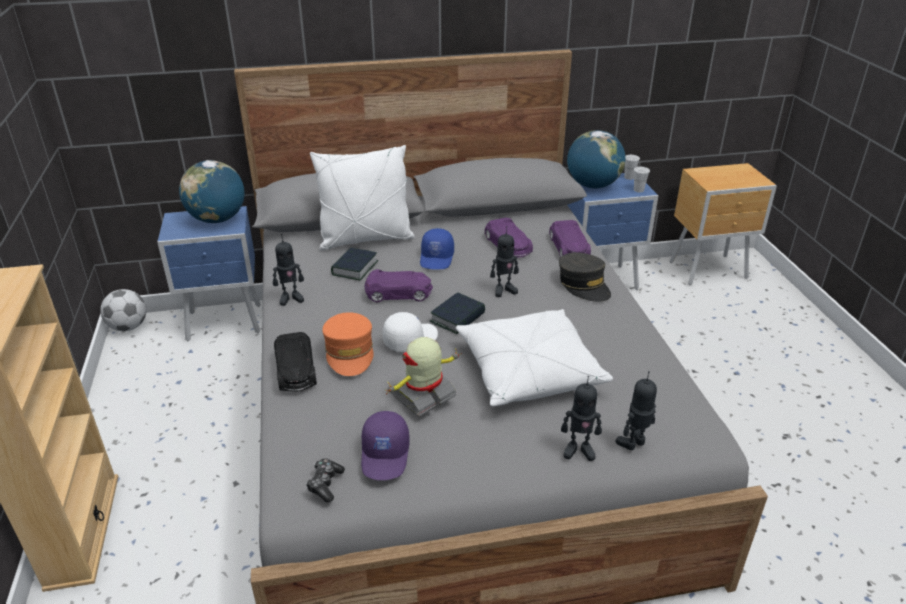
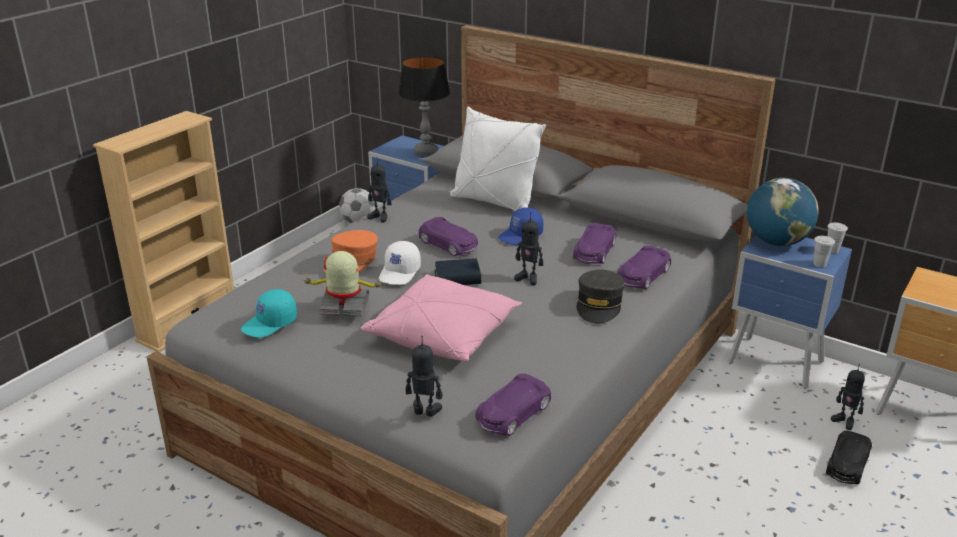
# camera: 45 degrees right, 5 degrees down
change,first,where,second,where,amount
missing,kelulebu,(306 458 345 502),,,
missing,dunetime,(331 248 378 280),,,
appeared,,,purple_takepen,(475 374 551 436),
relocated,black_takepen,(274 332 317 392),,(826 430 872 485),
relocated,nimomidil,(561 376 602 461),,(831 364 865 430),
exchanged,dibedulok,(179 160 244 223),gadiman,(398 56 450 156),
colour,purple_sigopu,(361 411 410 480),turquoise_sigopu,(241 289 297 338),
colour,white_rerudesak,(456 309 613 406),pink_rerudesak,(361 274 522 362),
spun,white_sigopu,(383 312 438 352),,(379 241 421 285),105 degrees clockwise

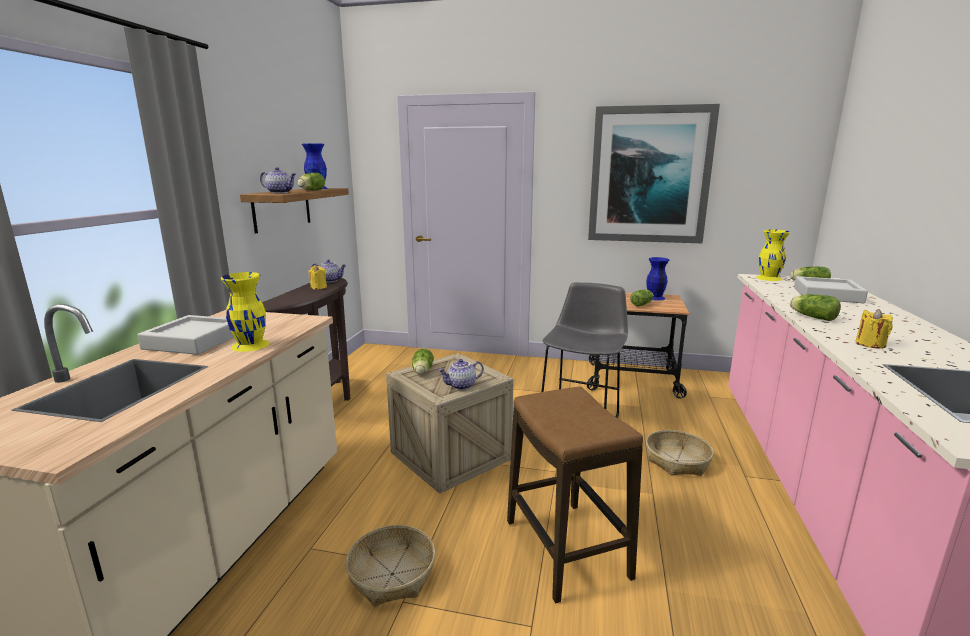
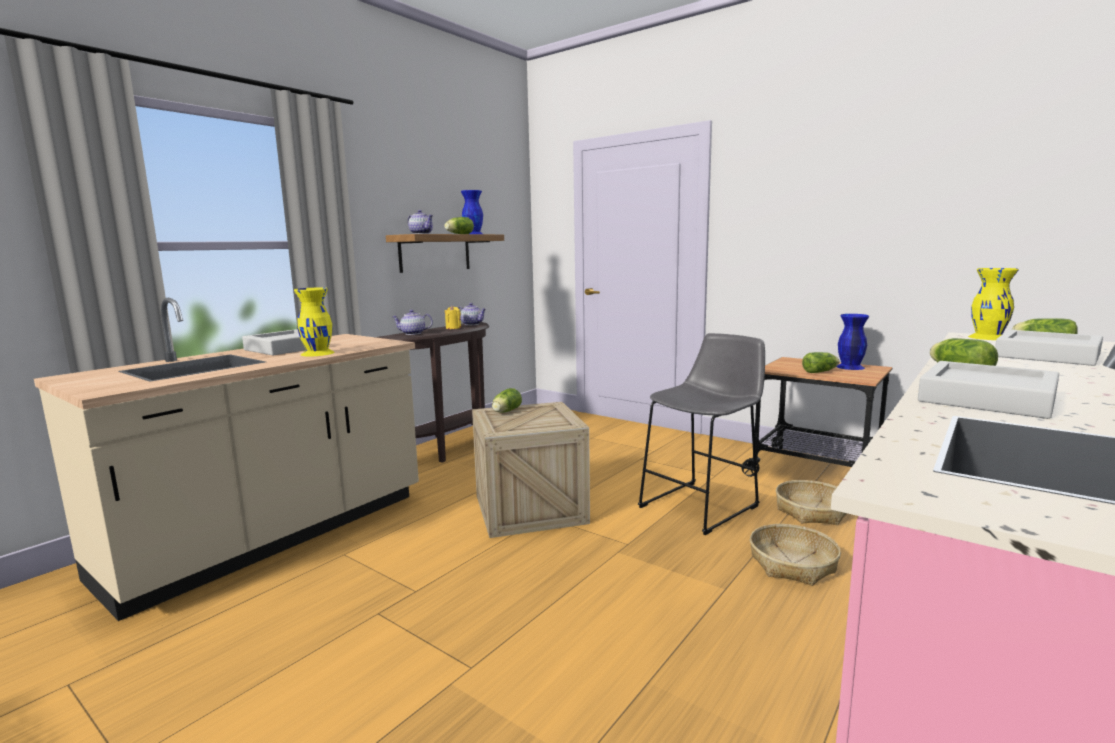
# camera: 25 degrees right, 5 degrees down
change,first,where,second,where,amount
missing,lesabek,(507 387 643 603),,,
missing,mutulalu,(588 104 720 243),,,
relocated,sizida,(346 525 435 606),,(776 480 847 525),
relocated,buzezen,(438 359 484 390),,(392 310 433 335),
exchanged,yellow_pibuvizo,(856 309 893 349),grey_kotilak,(918 361 1059 419),

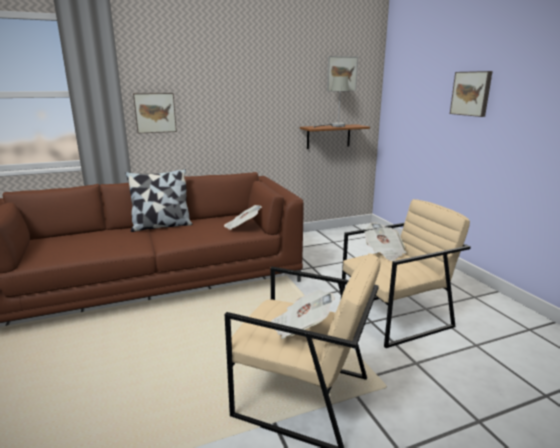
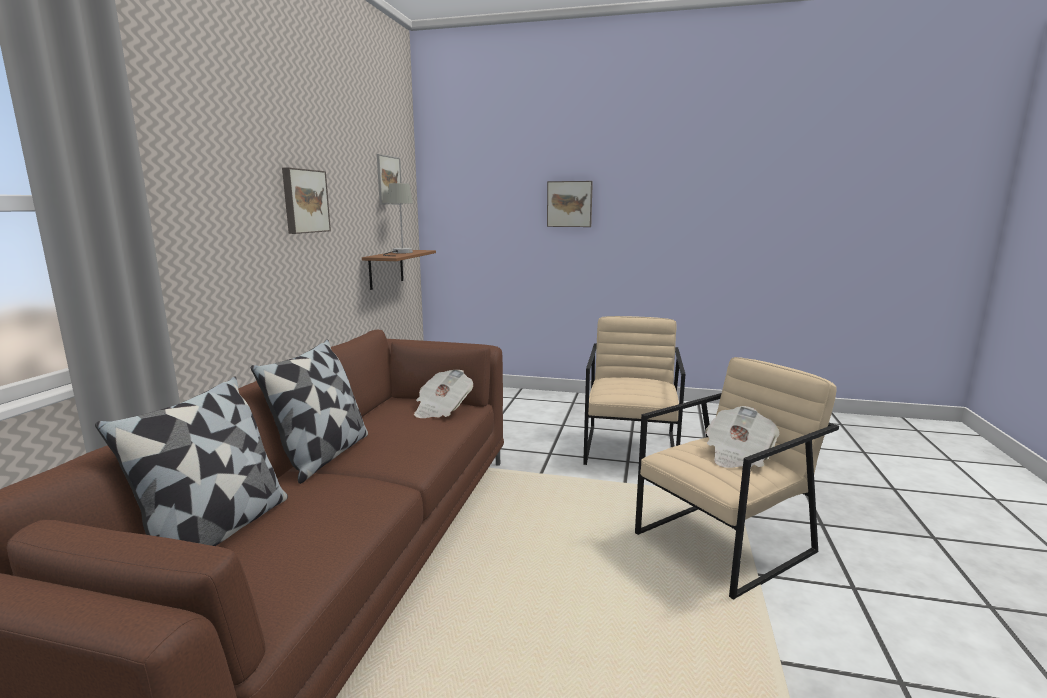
# camera: 55 degrees left, 5 degrees down
change,first,where,second,where,amount
missing,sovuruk,(364 222 407 261),,,
appeared,,,rerudesak,(95 376 288 546),
relocated,mutulalu,(133 93 177 134),,(282 168 331 234),

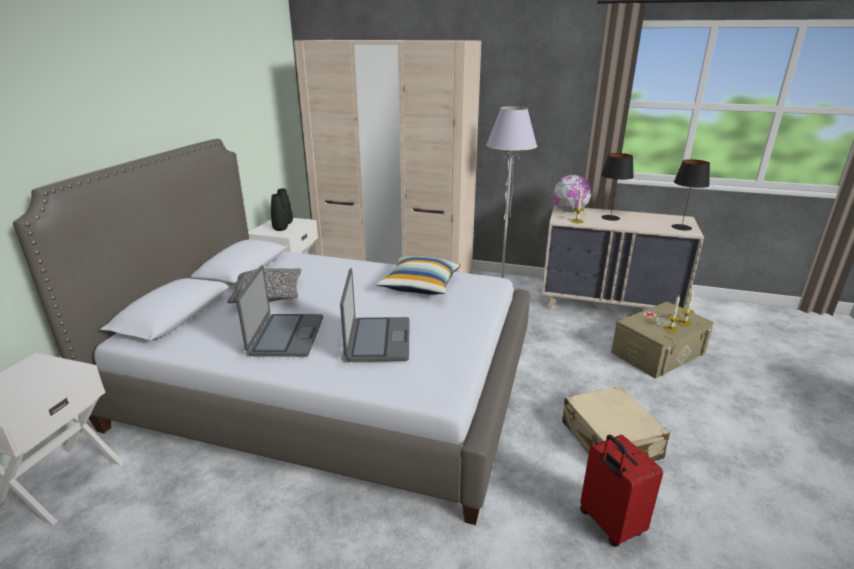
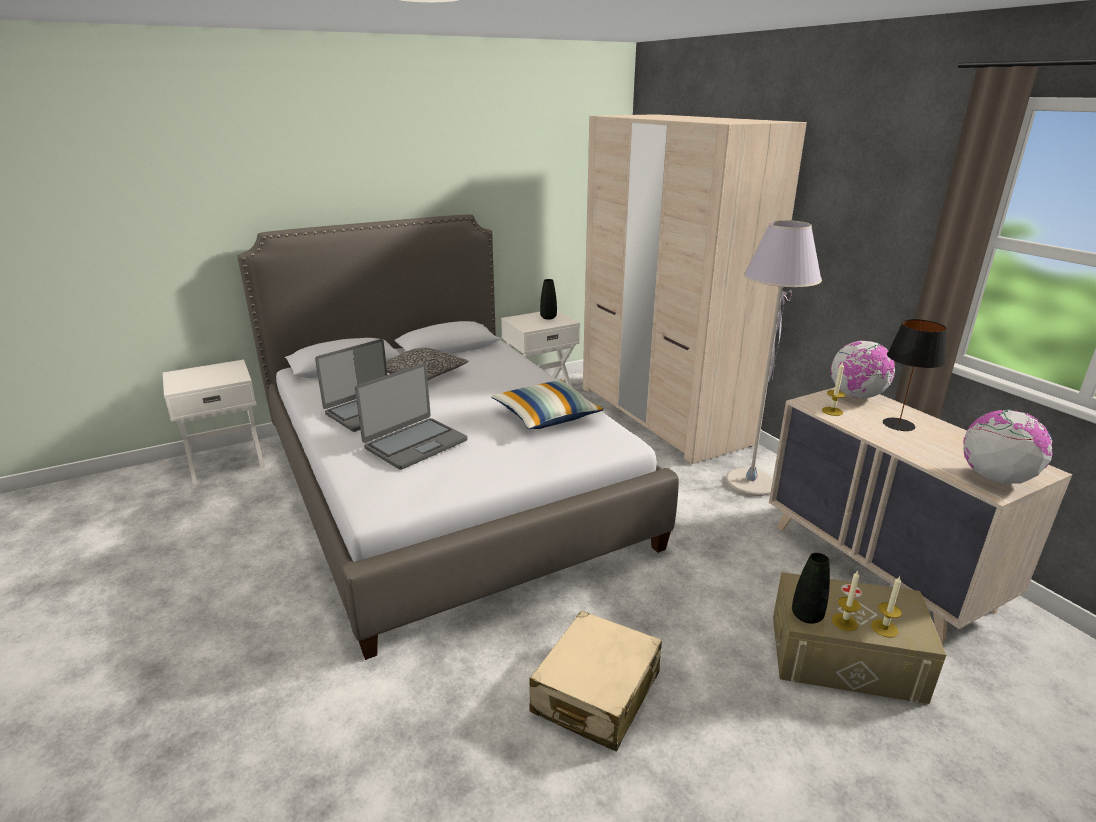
# camera: 45 degrees right, 0 degrees up
change,first,where,second,where,amount
missing,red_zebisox,(580 435 663 547),,,
relocated,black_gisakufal,(271 194 288 231),,(792 553 830 624),
exchanged,black_gadiman,(672 159 710 231),dibedulok,(963 409 1053 484),

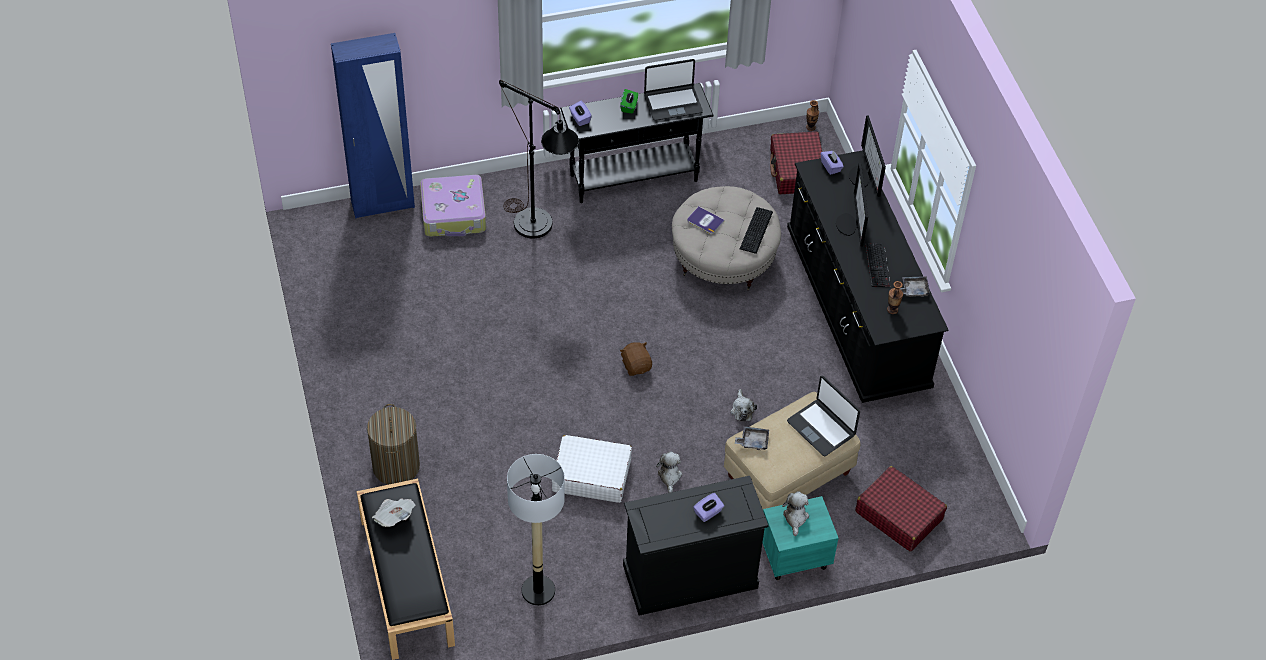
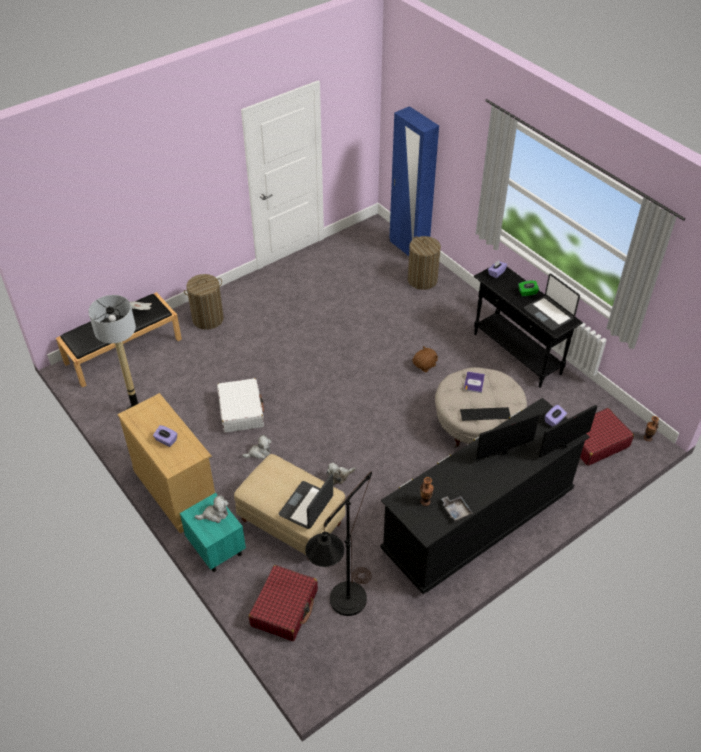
# camera: 70 degrees right, 5 degrees down
change,first,where,second,where,amount
missing,grey_kotilak,(735 426 769 450),,,
missing,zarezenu,(866 243 890 287),,,
relocated,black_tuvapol,(499 80 579 239),,(305 471 372 616),
relocated,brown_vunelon,(620 342 652 376),,(413 346 438 372),
exchanged,zebisox,(420 175 486 237),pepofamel,(408 236 441 290),
colour,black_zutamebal,(623 476 769 616),beige_zutamebal,(118 393 215 533),

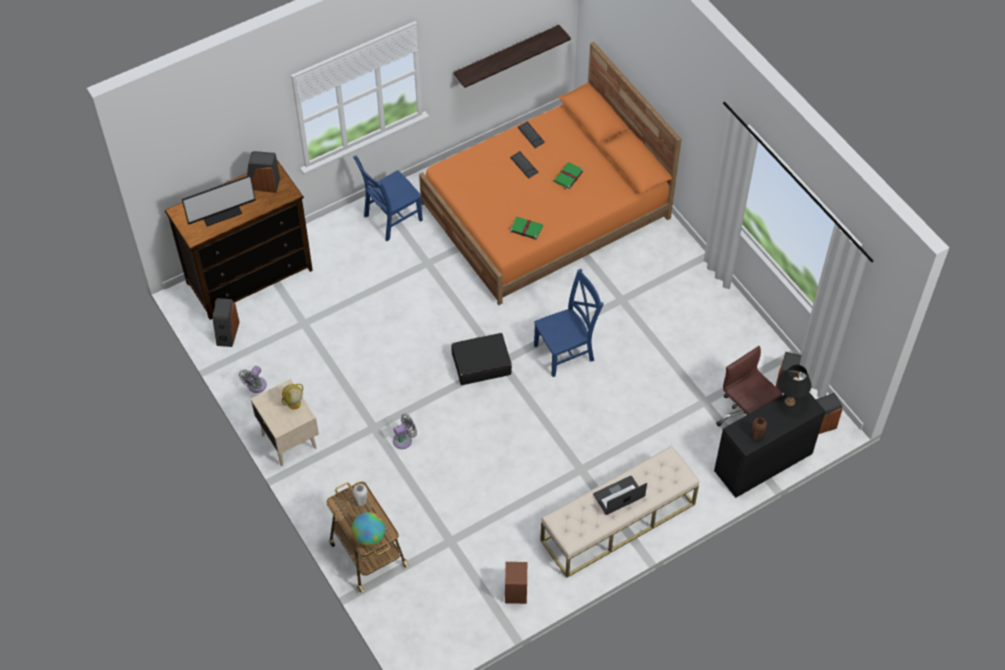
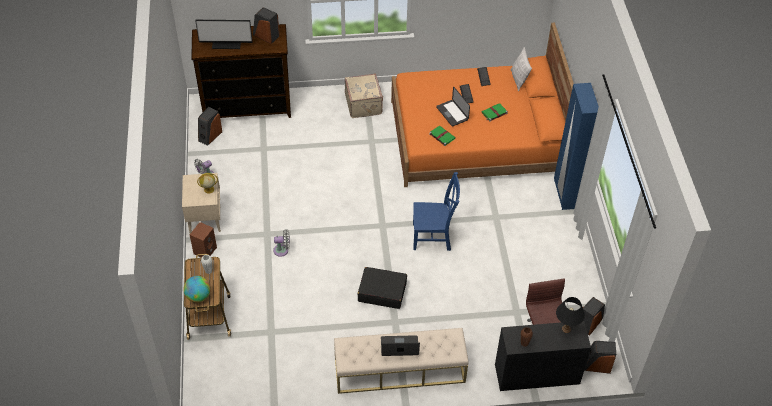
# camera: 25 degrees right, 5 degrees down
change,first,where,second,where,amount
missing,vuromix,(454 25 571 88),,,
appeared,,,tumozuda,(436 86 470 127),
appeared,,,rerudesak,(511 47 532 91),
appeared,,,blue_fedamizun,(554 83 599 210),
relocated,black_zebisox,(451 333 512 385),,(358 267 407 309),
relocated,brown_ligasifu,(505 562 527 604),,(190 222 217 258),
exchanged,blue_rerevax,(353 155 423 241),beige_zebisox,(345 74 383 118),

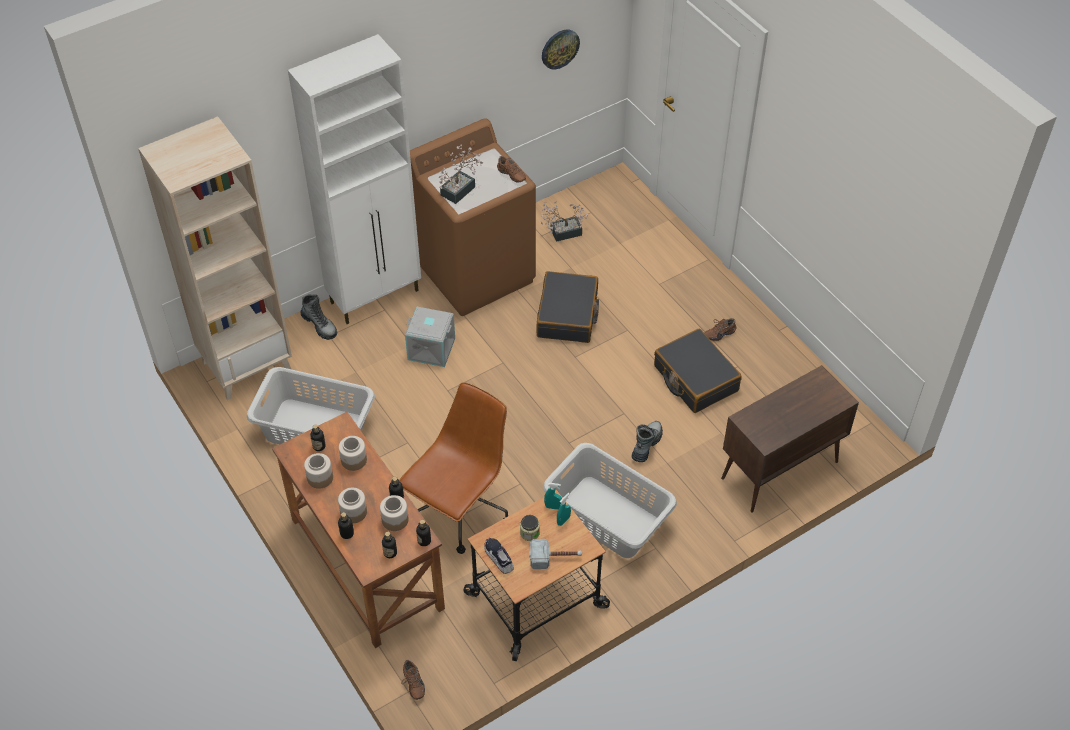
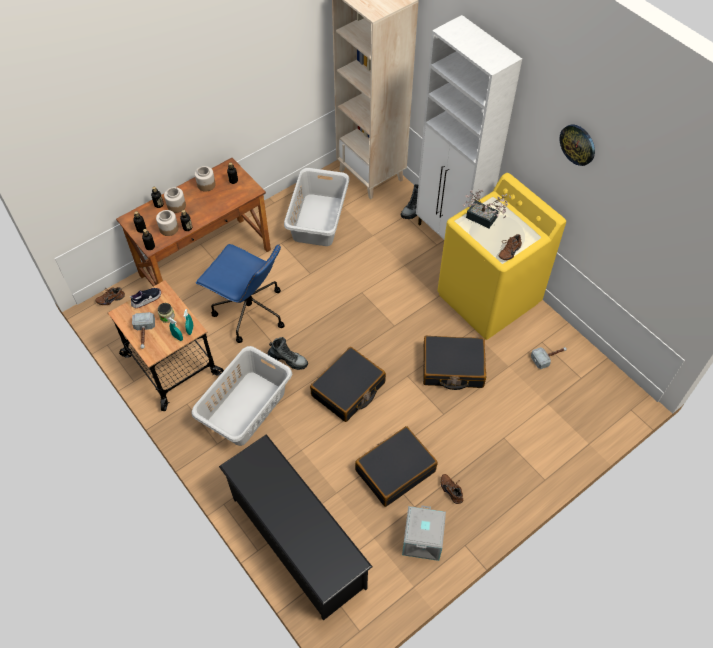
# camera: 85 degrees right, 5 degrees up
change,first,where,second,where,amount
missing,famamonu,(339 436 367 471),,,
appeared,,,black_zebisox,(310 347 386 422),
relocated,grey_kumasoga,(405 306 455 367),,(402 505 446 561),
relocated,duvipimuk,(542 30 580 69),,(560 125 595 166),
relocated,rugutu,(631 421 663 462),,(268 337 308 370),
exchanged,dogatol,(540 201 588 242),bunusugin,(531 347 567 369),
exchanged,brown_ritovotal,(721 365 859 513),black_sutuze,(219 434 372 621),
colour,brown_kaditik,(399 383 508 554),blue_kaditik,(196 244 285 343),
colour,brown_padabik,(410 118 536 316),yellow_padabik,(438 173 566 340),

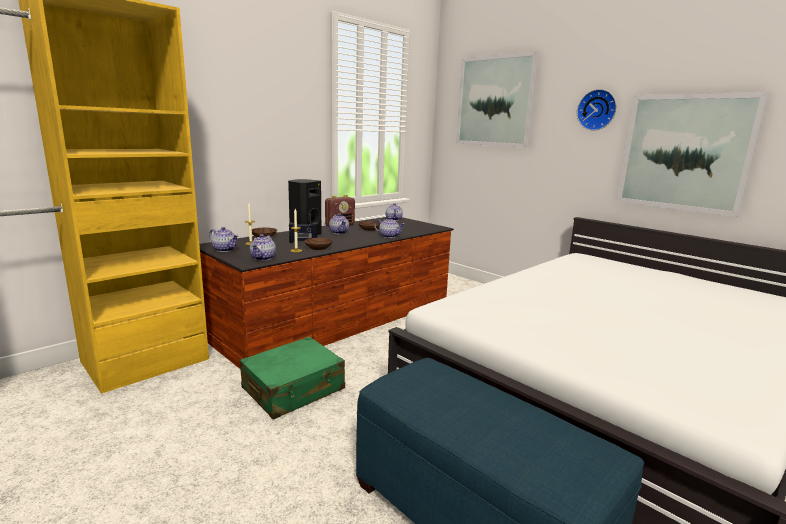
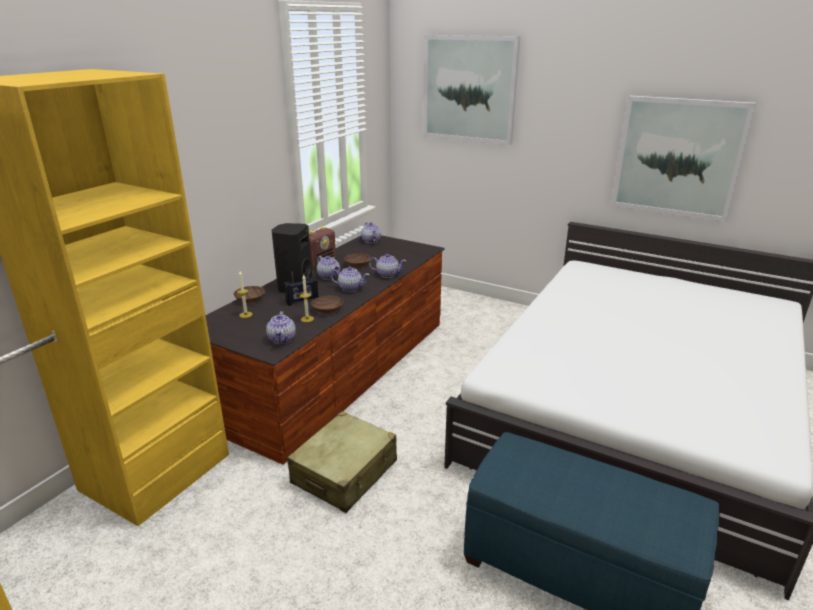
# camera: 15 degrees left, 10 degrees up
change,first,where,second,where,amount
missing,duvipimuk,(577 89 617 131),,,
relocated,buzezen,(209 227 239 252),,(331 267 369 292),
colour,green_zebisox,(240 336 345 420),beige_zebisox,(287 411 397 513),

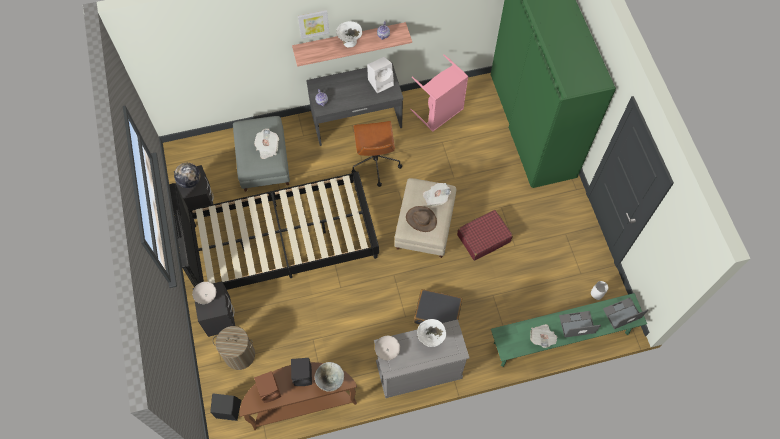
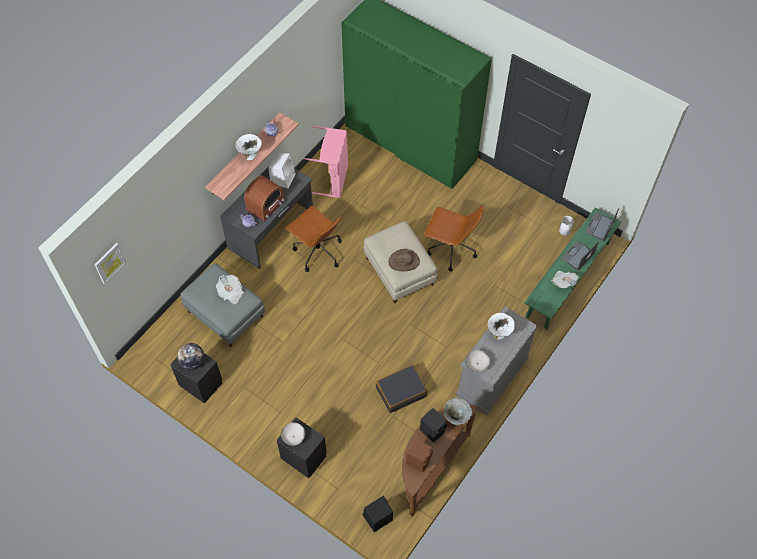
# camera: 40 degrees left, 5 degrees down
change,first,where,second,where,amount
missing,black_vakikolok,(169 172 379 290),,,
missing,pepofamel,(212 326 255 370),,,
missing,sovuruk,(423 183 451 206),,,
appeared,,,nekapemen,(244 175 285 222),
relocated,mutulalu,(298 10 330 39),,(94 243 126 284),
relocated,black_zebisox,(414 289 462 324),,(376 365 428 413),
exchanged,red_zebisox,(457 210 513 261),brown_kaditik,(424 206 484 271),

